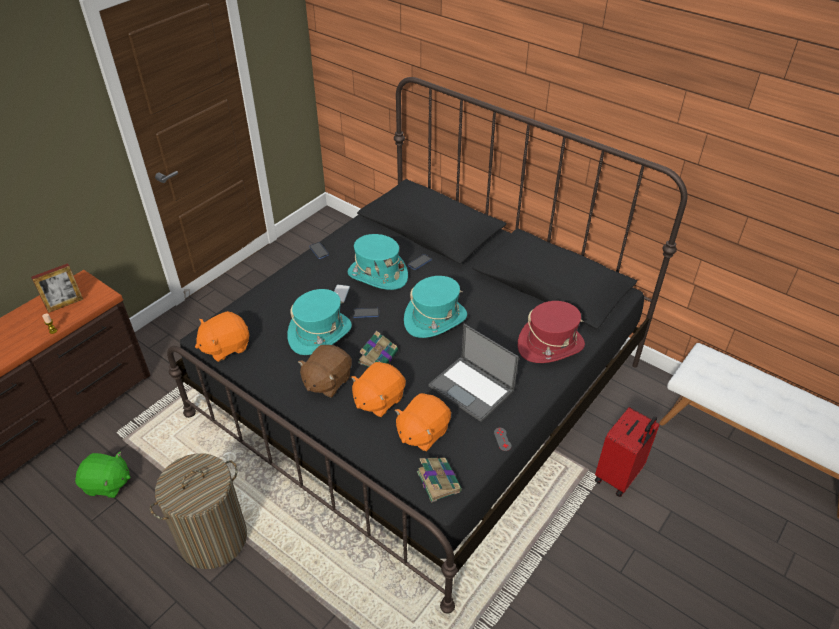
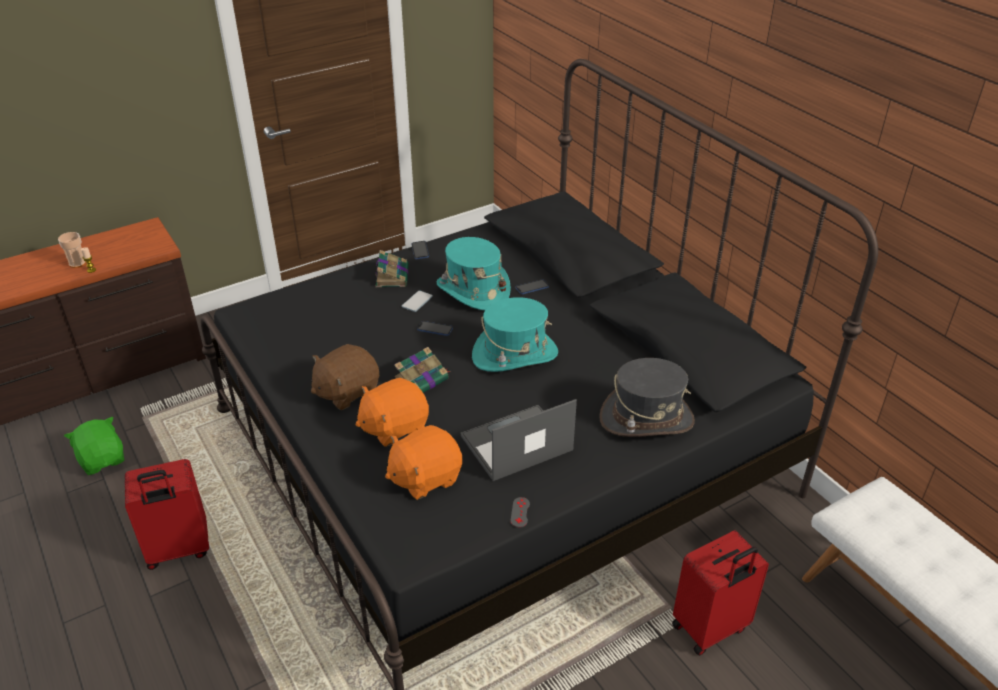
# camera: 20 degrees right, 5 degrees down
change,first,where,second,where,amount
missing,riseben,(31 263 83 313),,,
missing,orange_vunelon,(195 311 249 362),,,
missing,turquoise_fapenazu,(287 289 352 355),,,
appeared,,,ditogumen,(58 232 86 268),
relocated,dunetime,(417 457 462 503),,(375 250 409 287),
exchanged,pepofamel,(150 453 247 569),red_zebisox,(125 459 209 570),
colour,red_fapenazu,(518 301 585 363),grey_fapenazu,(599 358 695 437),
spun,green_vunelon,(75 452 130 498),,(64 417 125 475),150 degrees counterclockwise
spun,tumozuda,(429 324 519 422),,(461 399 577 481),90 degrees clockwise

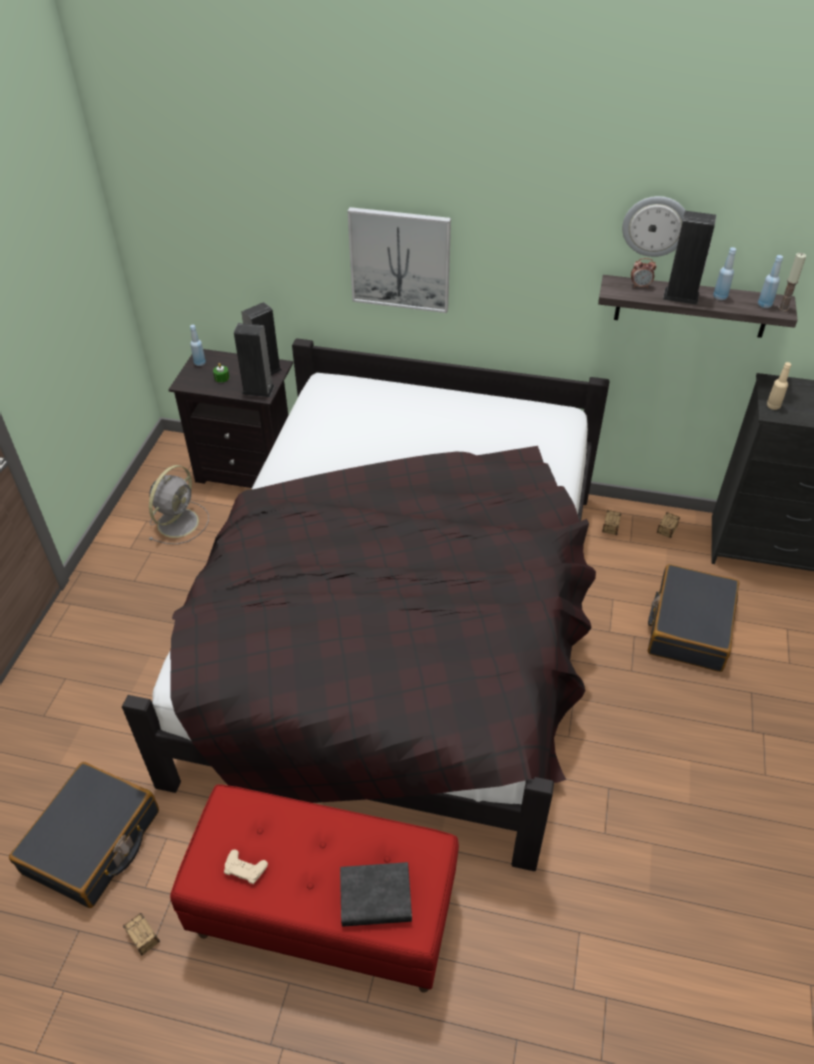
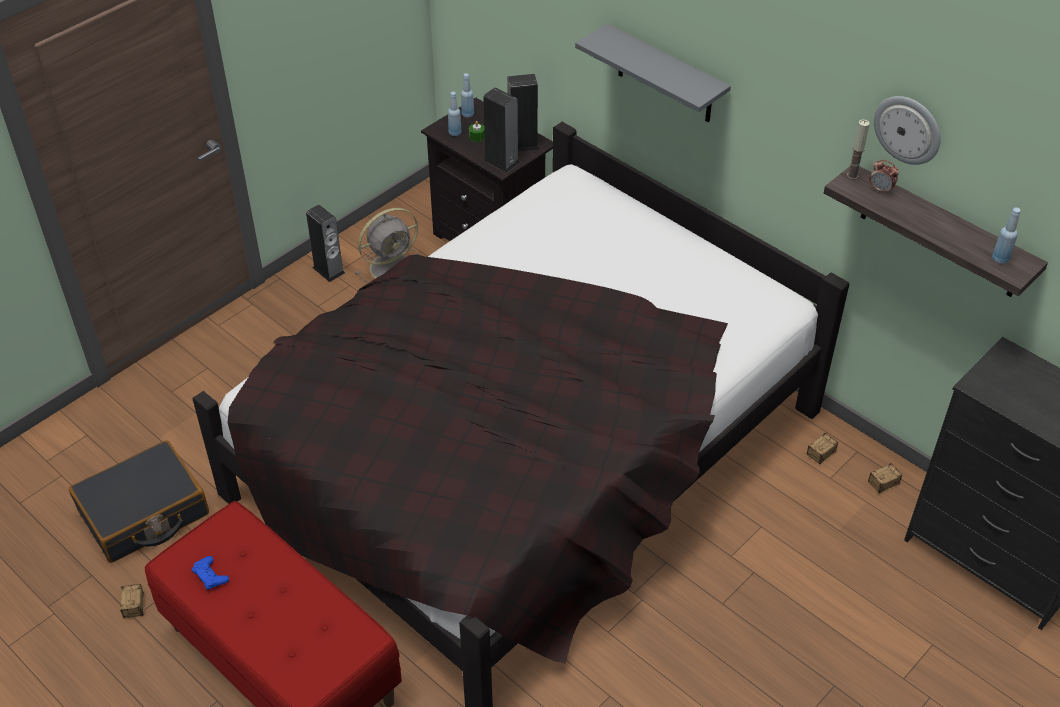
# camera: 30 degrees right, 0 degrees up
change,first,where,second,where,amount
missing,black_dunetime,(340 862 412 927),,,
missing,black_zebisox,(648 564 739 672),,,
missing,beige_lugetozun,(767 362 791 410),,,
relocated,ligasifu,(663 211 716 305),,(306 205 345 282),
relocated,blue_lugetozun,(713 247 736 300),,(448 92 461 136),
relocated,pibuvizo,(778 253 806 311),,(847 119 870 180),
exchanged,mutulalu,(348 207 451 313),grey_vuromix,(575 24 731 123),
colour,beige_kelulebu,(224 850 268 884),blue_kelulebu,(191 556 229 590),

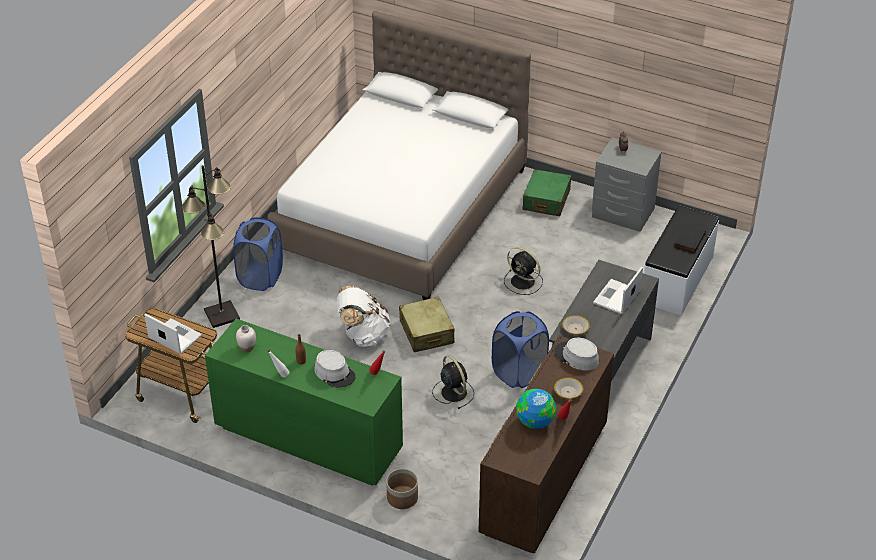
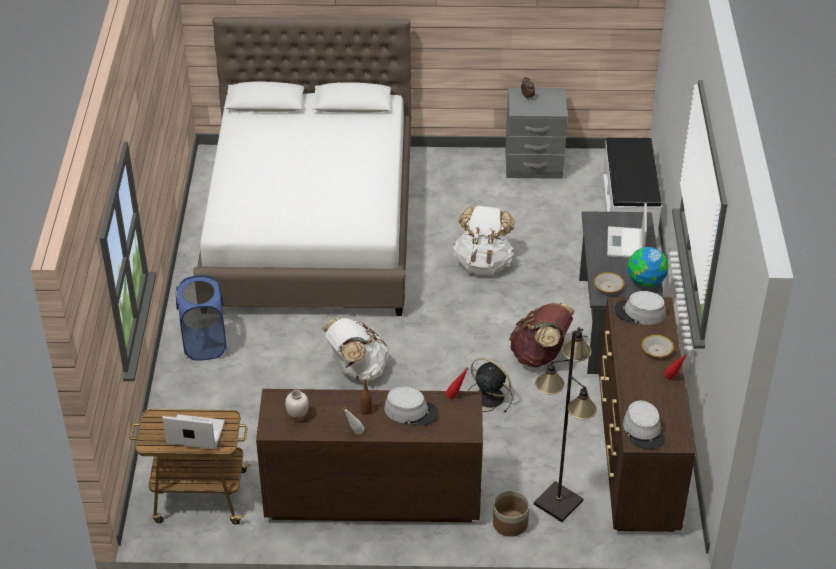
# camera: 25 degrees left, 0 degrees up
change,first,where,second,where,amount
missing,beige_zebisox,(399 297 455 352),,,
missing,green_zebisox,(523 169 571 216),,,
missing,black_dunetime,(674 224 706 253),,,
appeared,,,grey_fapenazu,(623 401 665 449),
relocated,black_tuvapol,(182 165 240 328),,(534 327 597 522),
relocated,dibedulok,(516 389 556 429),,(628 247 668 287),
exchanged,blue_pepofamel,(492 311 549 388),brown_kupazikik,(509 302 575 368),
exchanged,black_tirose,(504 247 543 295),white_kupazikik,(453 206 515 275),
colour,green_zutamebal,(205 318 403 486),brown_zutamebal,(256 389 483 522),

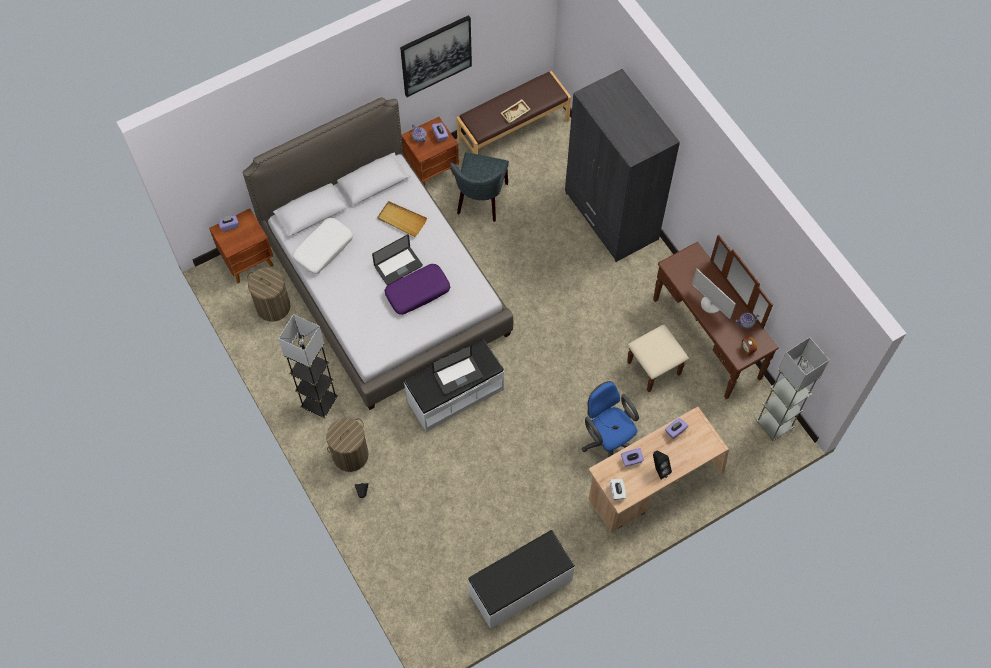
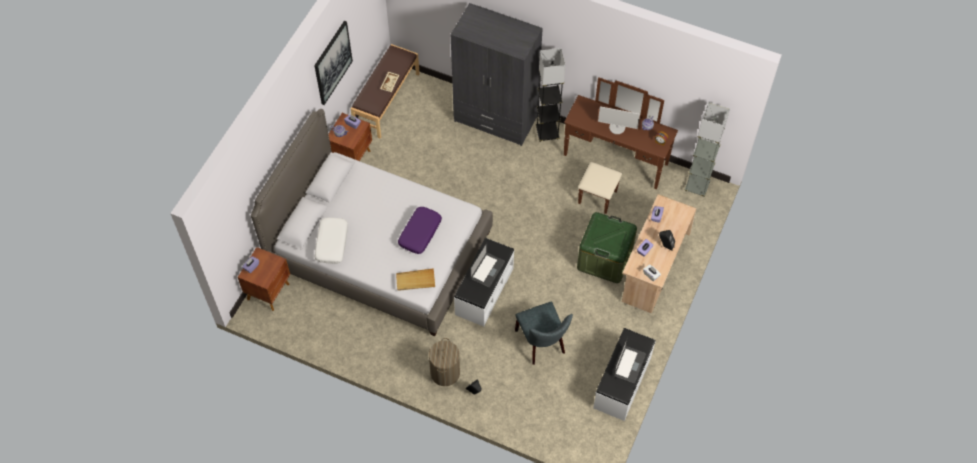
# camera: 35 degrees left, 5 degrees down
change,first,where,second,where,amount
missing,pepofamel,(247 267 291 322),,,
relocated,grey_tuvapol,(278 314 338 418),,(536 48 565 142),
relocated,tumozuda,(372 234 423 285),,(614 337 646 384),
relocated,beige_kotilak,(377 201 427 237),,(396 268 435 291),
relocated,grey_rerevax,(450 152 509 222),,(515 301 573 365),
exchanged,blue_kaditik,(582 381 639 457),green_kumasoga,(577 212 637 283),

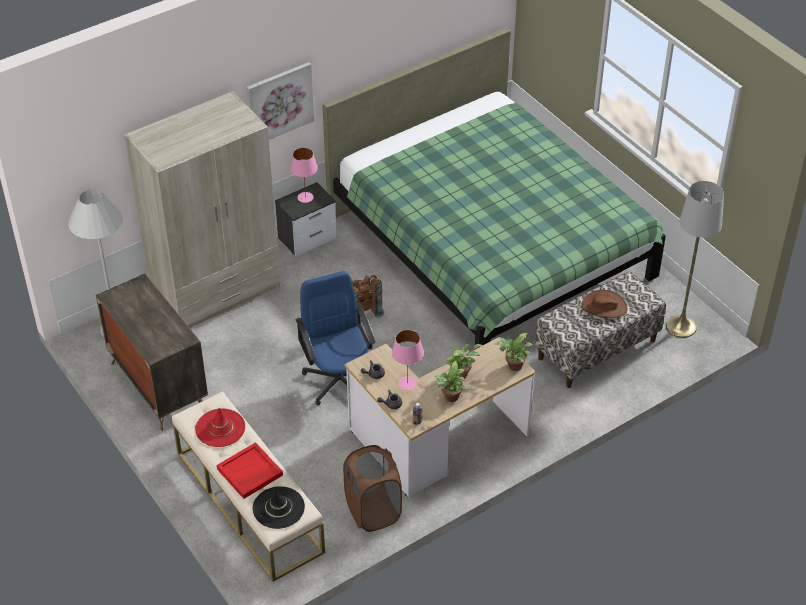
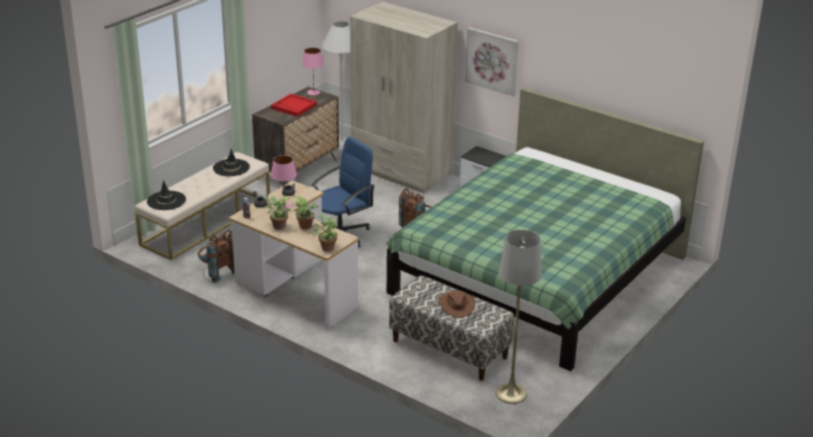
# camera: 70 degrees right, 15 degrees down
change,first,where,second,where,amount
relocated,red_kotilak,(217 442 283 499),,(271 94 317 117),
relocated,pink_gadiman,(290 148 318 203),,(302 48 324 95),
exchanged,brown_pepofamel,(343 445 402 532),brown_kupazikik,(197 230 235 283),
colour,red_fapenazu,(195 408 245 447),black_fapenazu,(213 149 250 176),

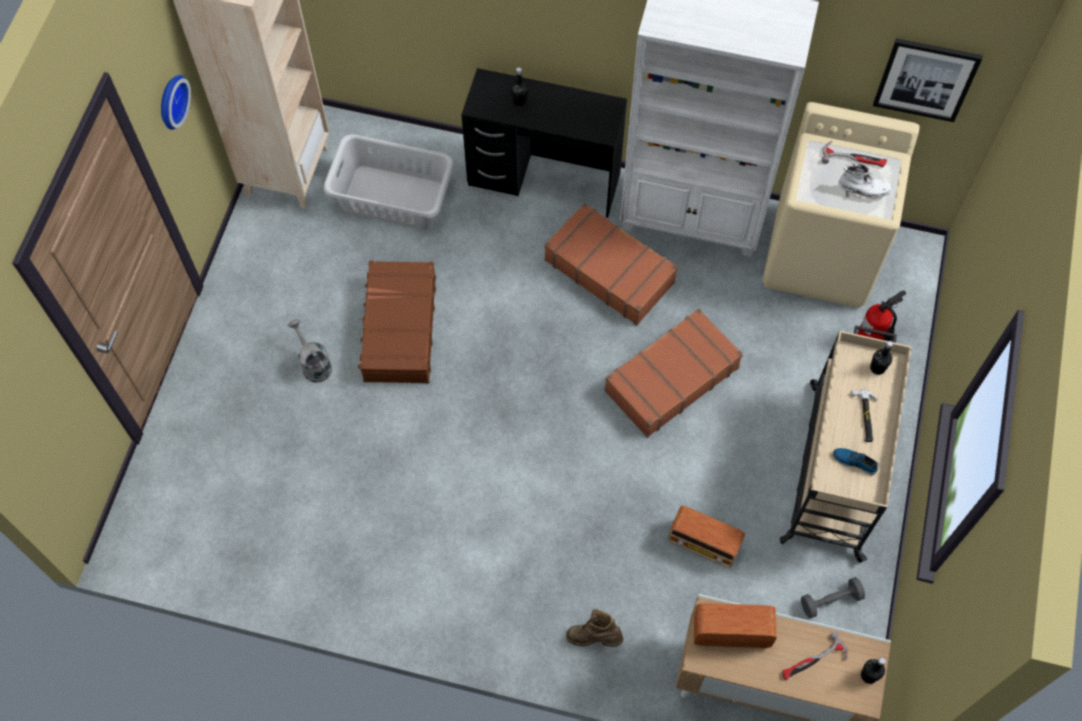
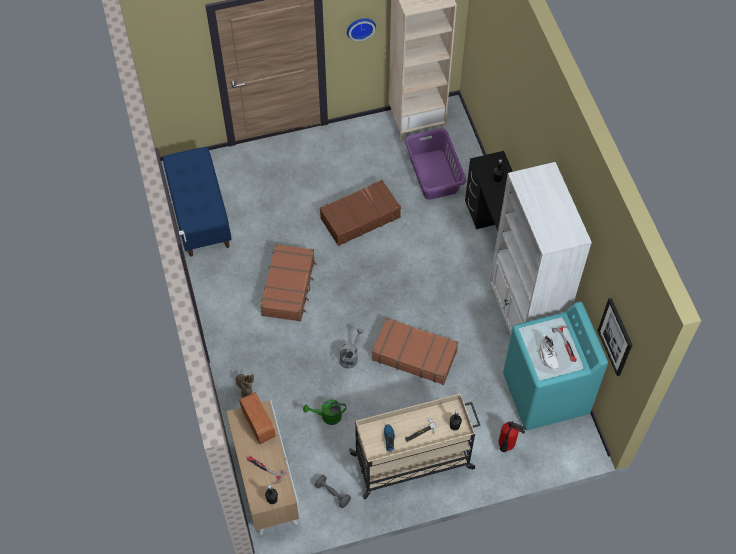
# camera: 60 degrees right, 5 degrees down
change,first,where,second,where,amount
appeared,,,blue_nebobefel,(163 147 232 256),
relocated,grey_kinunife,(288 319 332 383),,(340 328 364 369),
relocated,brown_zebisox,(544 203 678 325),,(260 244 317 322),
exchanged,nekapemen,(668 506 745 568),green_kinunife,(303 399 346 425),
colour,grey_pepofamel,(324 134 455 230),purple_pepofamel,(405 128 466 200),
colour,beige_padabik,(763 102 920 308),turquoise_padabik,(503 301 608 431),

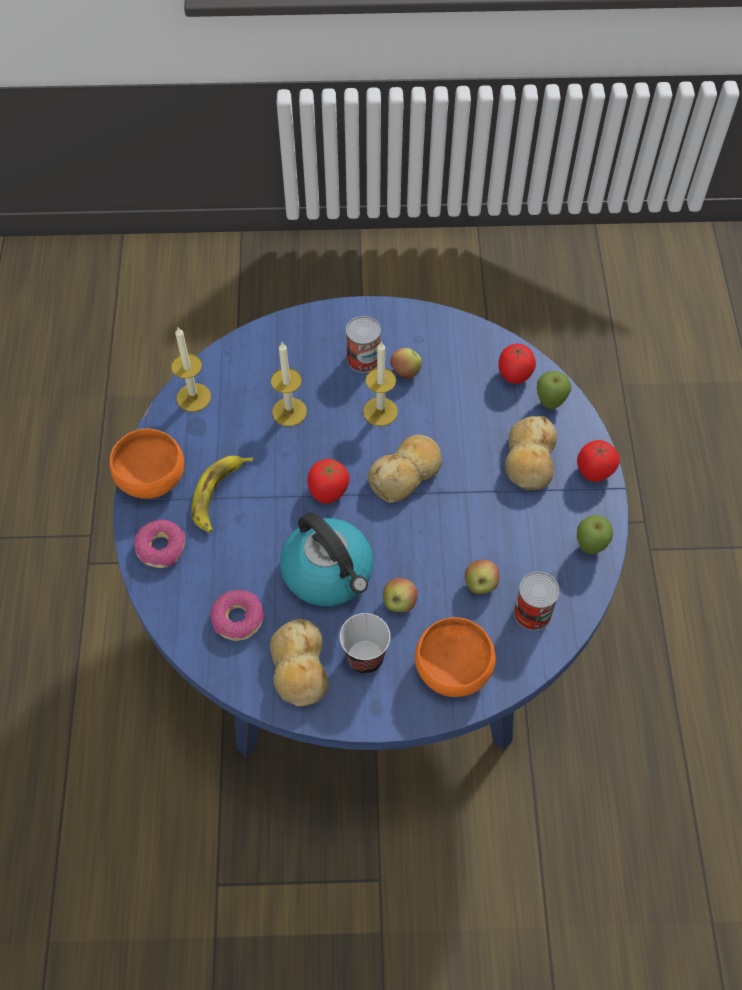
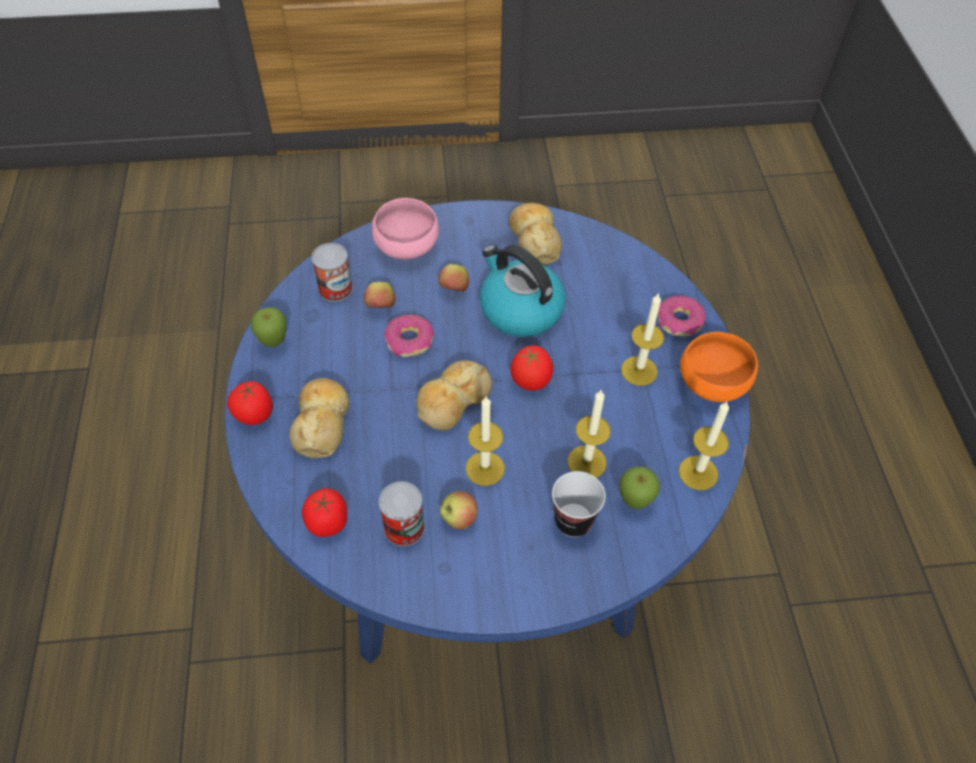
# camera: 175 degrees right, 5 degrees down
change,first,where,second,where,amount
relocated,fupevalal,(210 590 264 641),,(384 314 435 357),
relocated,ditogumen,(340 613 391 674),,(552 471 606 537),
relocated,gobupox,(346 316 381 373),,(379 482 425 546),
relocated,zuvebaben,(537 371 571 409),,(620 466 660 509),
exchanged,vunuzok,(191 456 253 533),pibuvizo,(621 292 664 386),
colour,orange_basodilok,(415 617 496 697),pink_basodilok,(372 198 439 259),

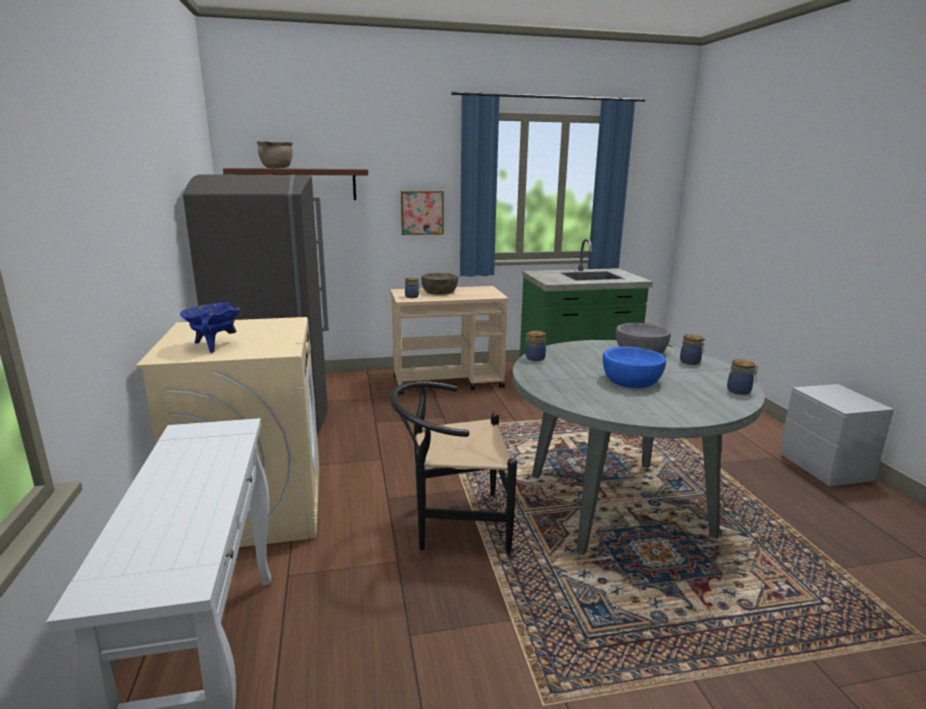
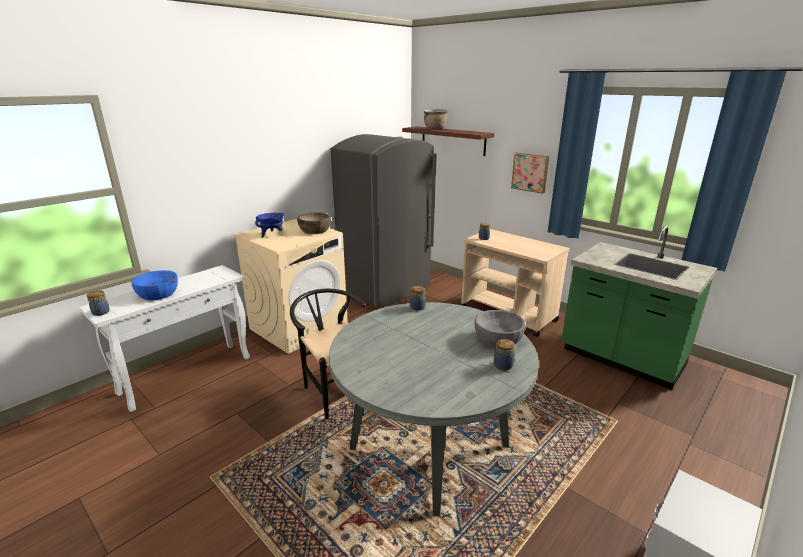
# camera: 55 degrees right, 5 degrees up
change,first,where,second,where,amount
relocated,brown_basodilok,(421 273 458 295),,(297 212 331 234),
relocated,blue_basodilok,(603 346 666 388),,(132 270 178 300),
relocated,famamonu,(727 359 758 395),,(87 290 110 316),

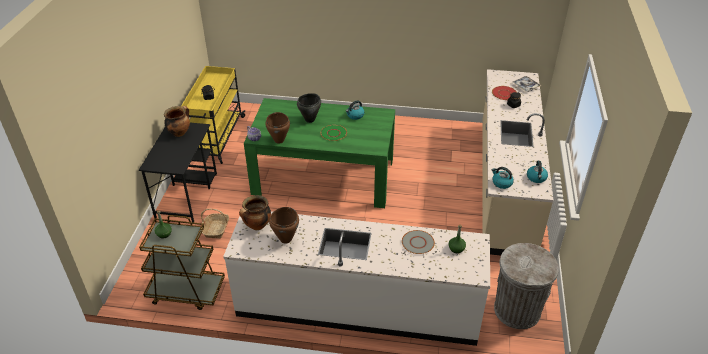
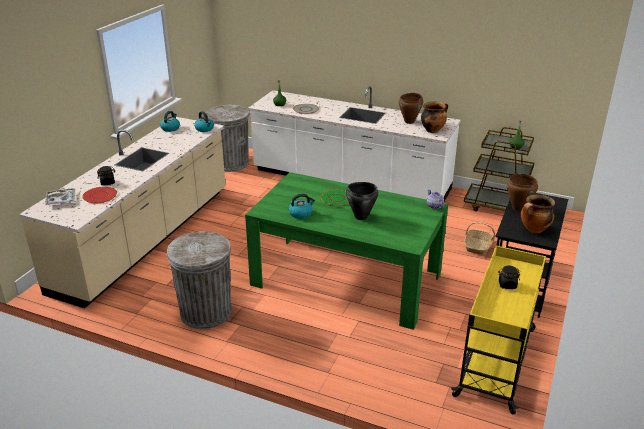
# camera: 165 degrees left, 10 degrees down
change,first,where,second,where,amount
appeared,,,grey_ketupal,(167 231 232 329),
relocated,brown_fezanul,(265 112 290 144),,(507 173 538 211),

